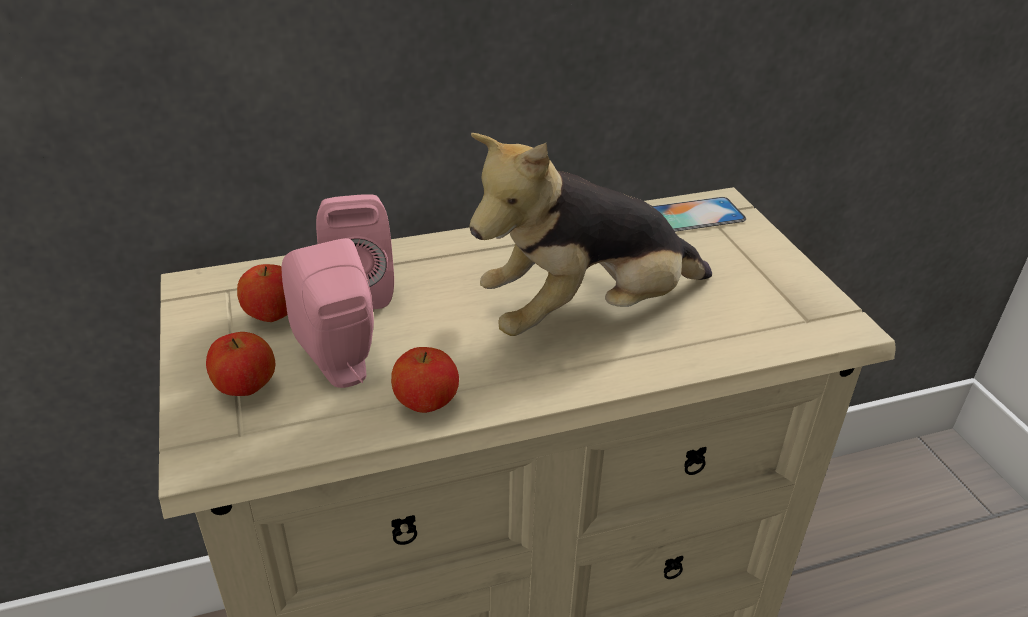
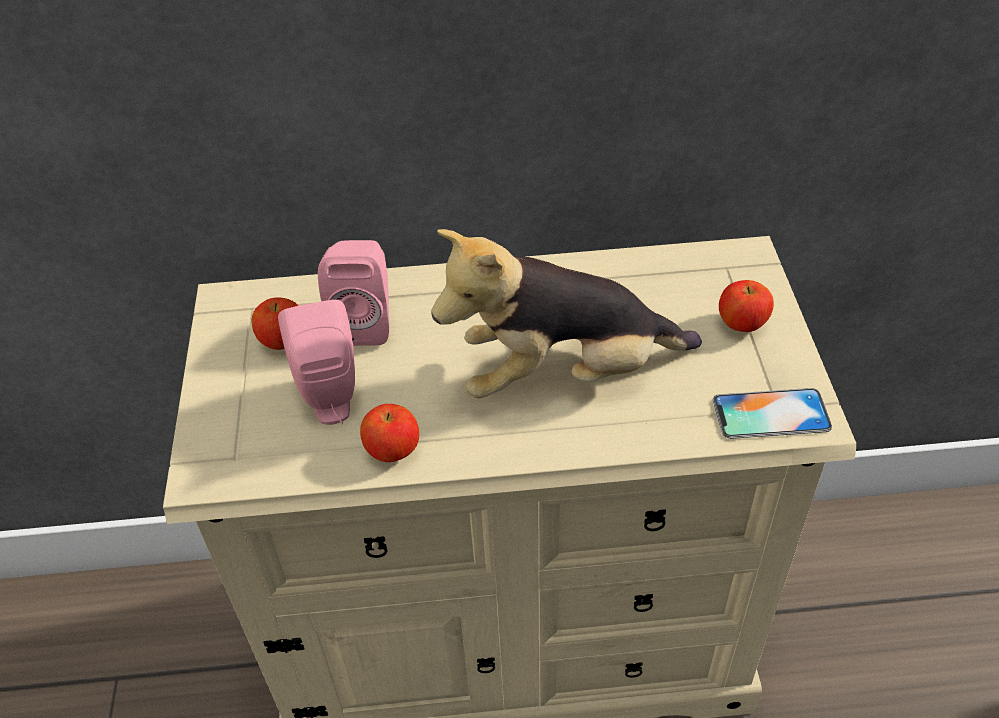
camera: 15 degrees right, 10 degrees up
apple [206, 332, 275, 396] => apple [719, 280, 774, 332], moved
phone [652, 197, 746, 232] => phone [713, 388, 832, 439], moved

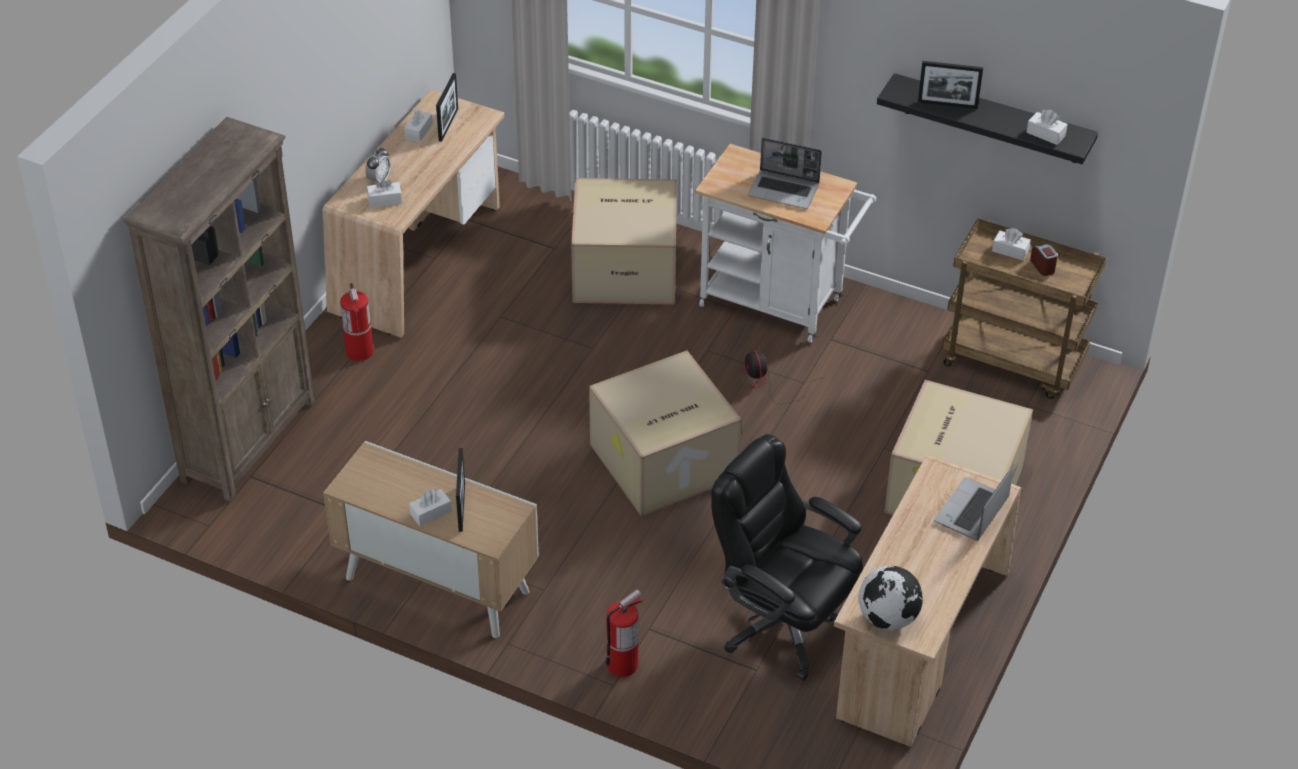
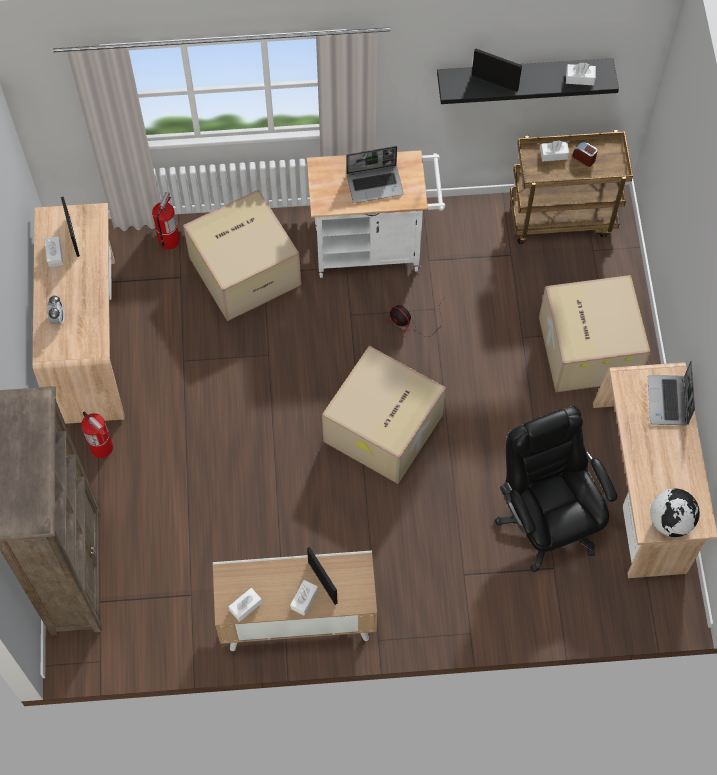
camera: 30 degrees left, 20 degrees up
tissue box in white [367, 179, 402, 207] => tissue box in white [229, 588, 262, 622], moved
fire extinguisher [605, 590, 643, 677] => fire extinguisher [152, 192, 180, 249], moved
office chair in black [711, 434, 863, 681] => office chair in black [495, 406, 617, 572], 60 degrees clockwise
picture frame [918, 61, 983, 109] => picture frame [472, 48, 522, 92], 135 degrees counterclockwise

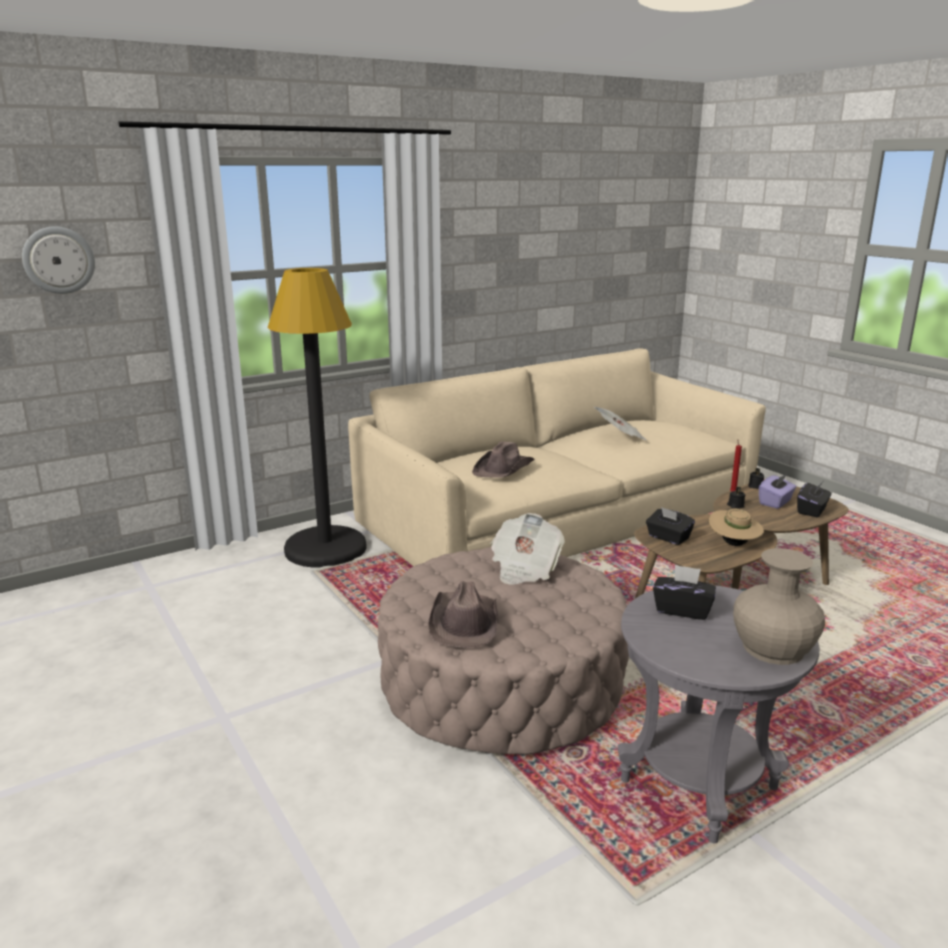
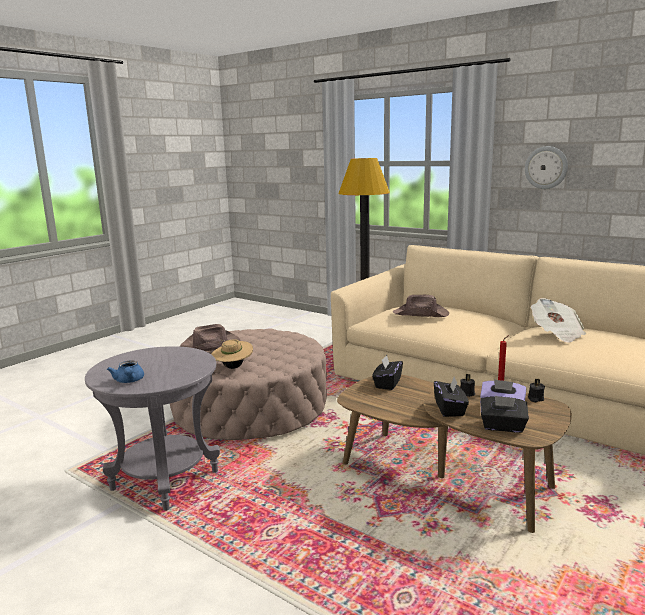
camera: 70 degrees right, 5 degrees down
newspaper [490, 513, 565, 585] => nothing
wall clock [22, 226, 95, 294] => wall clock [525, 146, 568, 189], moved
tissue box in black [653, 565, 716, 620] => tissue box in black [434, 377, 469, 417], moved
hat in beige [709, 509, 764, 546] => hat in beige [211, 339, 253, 369], moved
vase in beige [733, 548, 825, 665] => teapot in blue [107, 360, 144, 383]

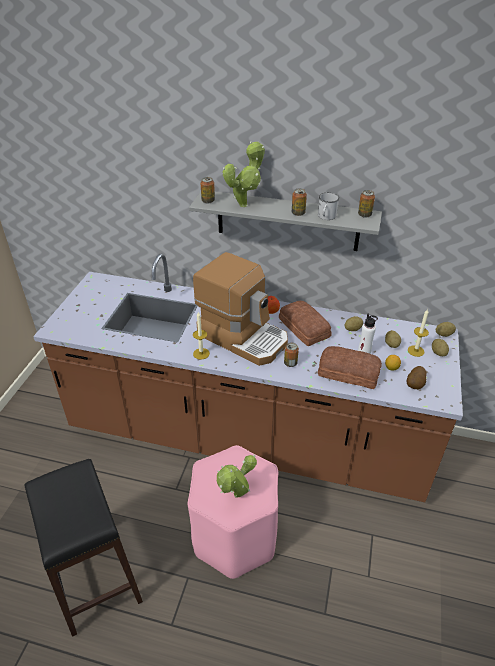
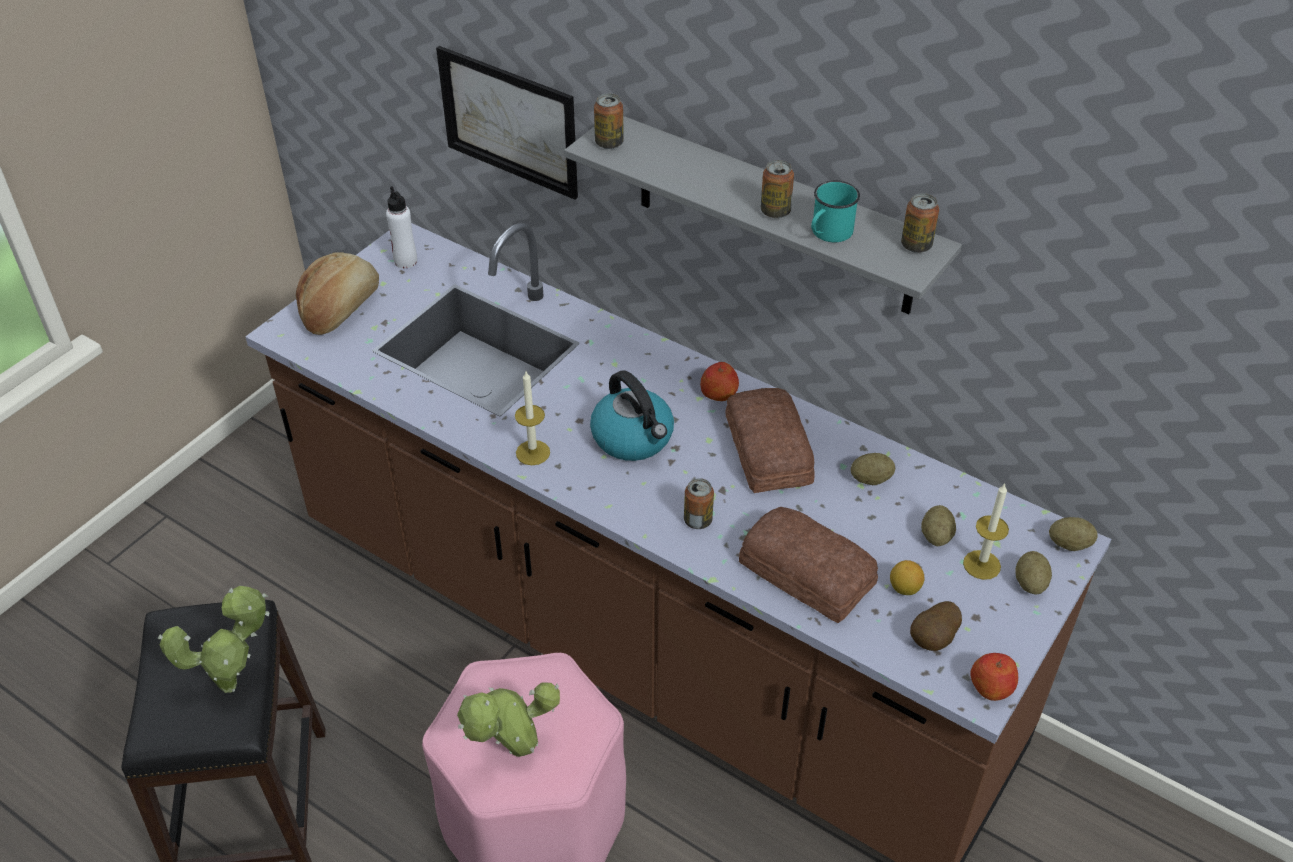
camera: 20 degrees right, 5 degrees up
nothing => bread [296, 252, 379, 335]
nothing => picture [436, 46, 578, 200]
nothing => apple [970, 653, 1018, 701]
potted plant [223, 142, 265, 207] => potted plant [158, 586, 269, 693], moved
bottle in white [358, 314, 378, 354] => bottle in white [386, 186, 417, 268], moved
coffee machine [193, 252, 288, 366] => kettle [590, 371, 674, 461]
mug in white [318, 193, 339, 220] => mug in turquoise [811, 181, 860, 242]

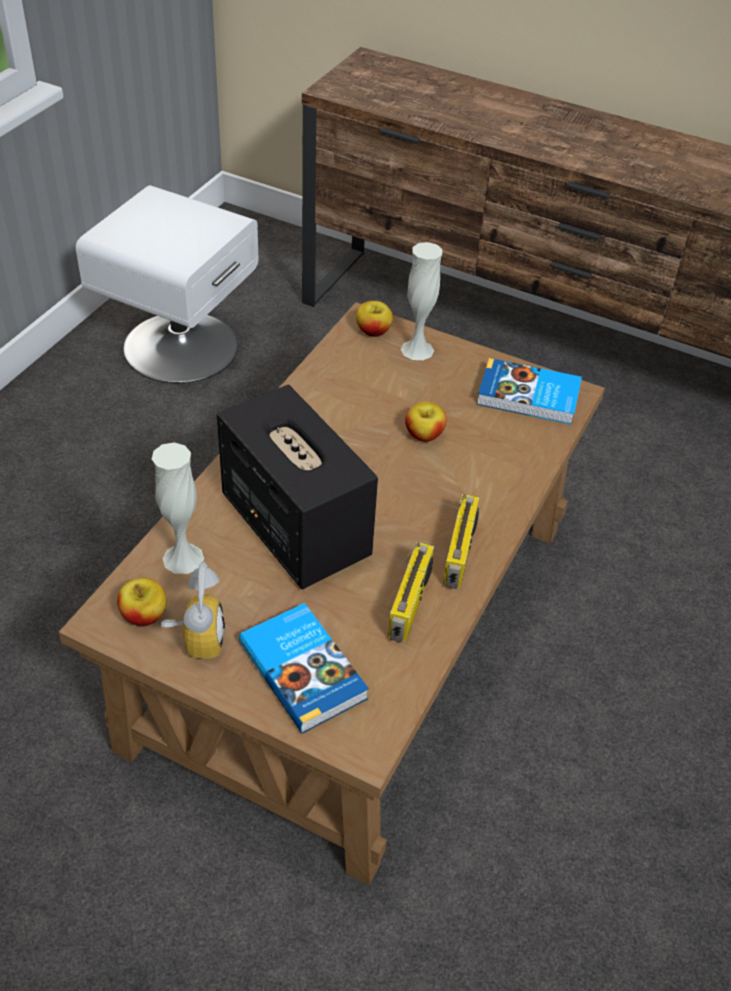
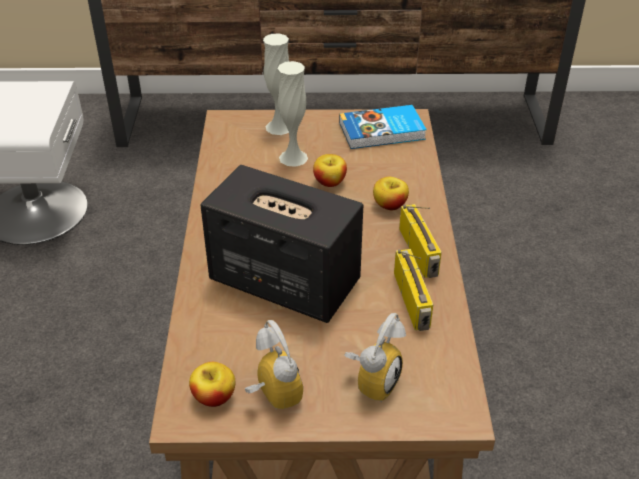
camera: 25 degrees left, 5 degrees down
vase in white [152, 442, 204, 574] => vase in white [278, 61, 308, 167], moved
apple [356, 301, 393, 337] => apple [373, 177, 409, 210], moved
book [239, 603, 369, 733] => alarm clock [344, 313, 406, 402]

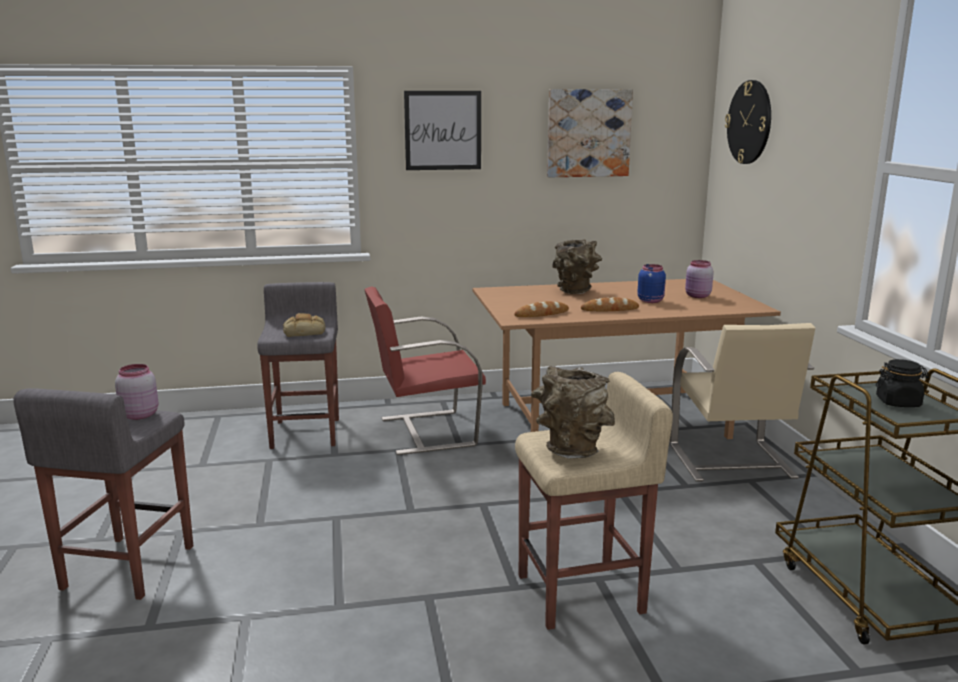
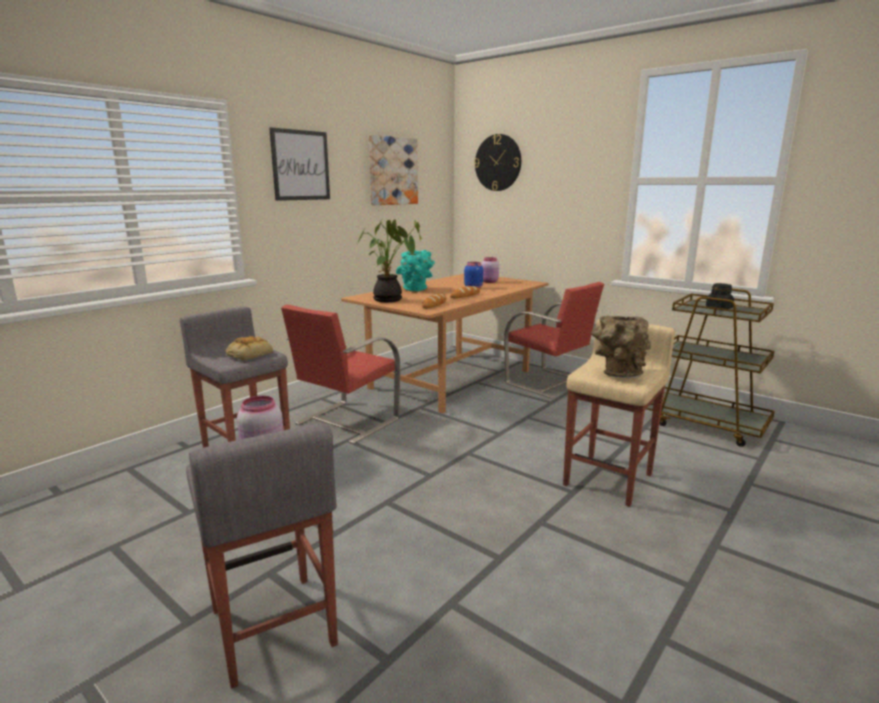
camera: 40 degrees left, 0 degrees up
nothing => potted plant [358, 219, 421, 302]
vase in brown [553, 239, 602, 294] => vase in turquoise [396, 250, 435, 291]
chair in beige [670, 323, 815, 482] => chair in red [504, 282, 604, 399]

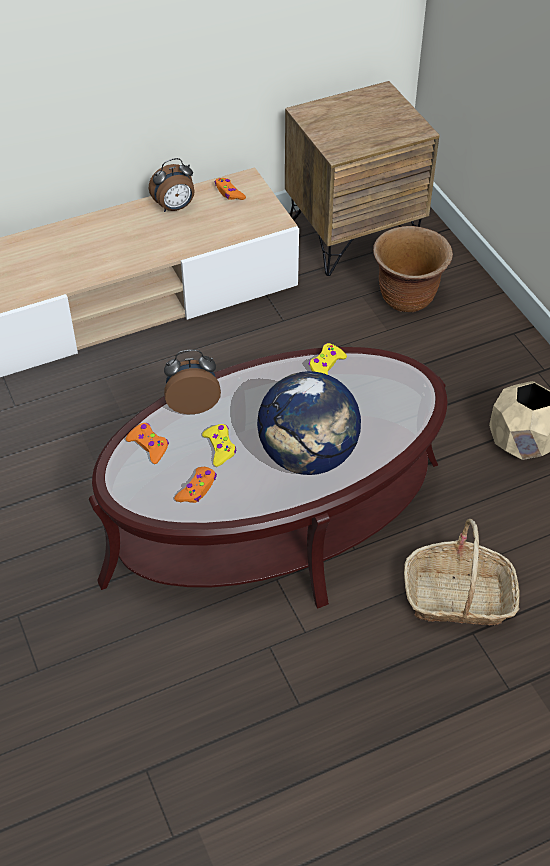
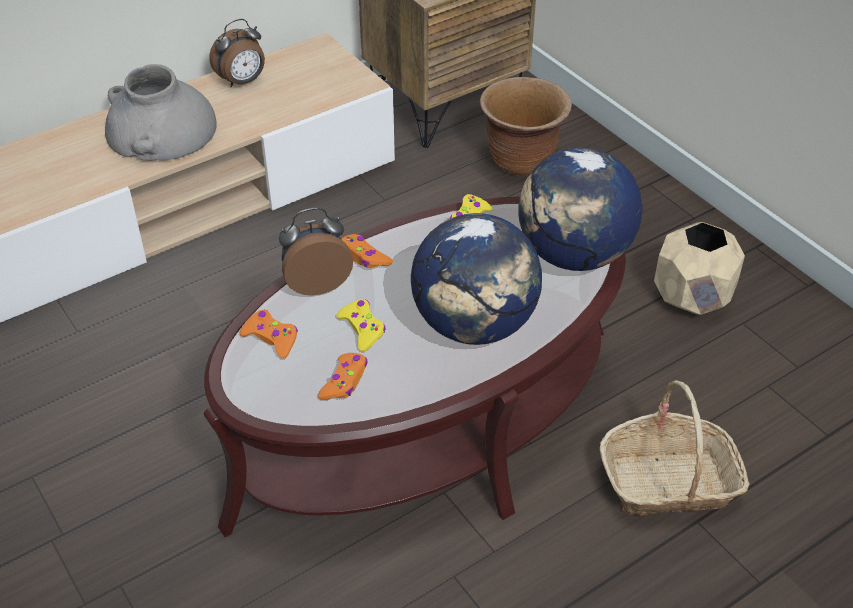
camera: 10 degrees left, 5 degrees down
nothing => vase in grey [105, 64, 217, 161]
nothing => globe [519, 147, 643, 271]
game controller in orange [215, 178, 246, 200] => game controller in orange [342, 234, 393, 268], moved

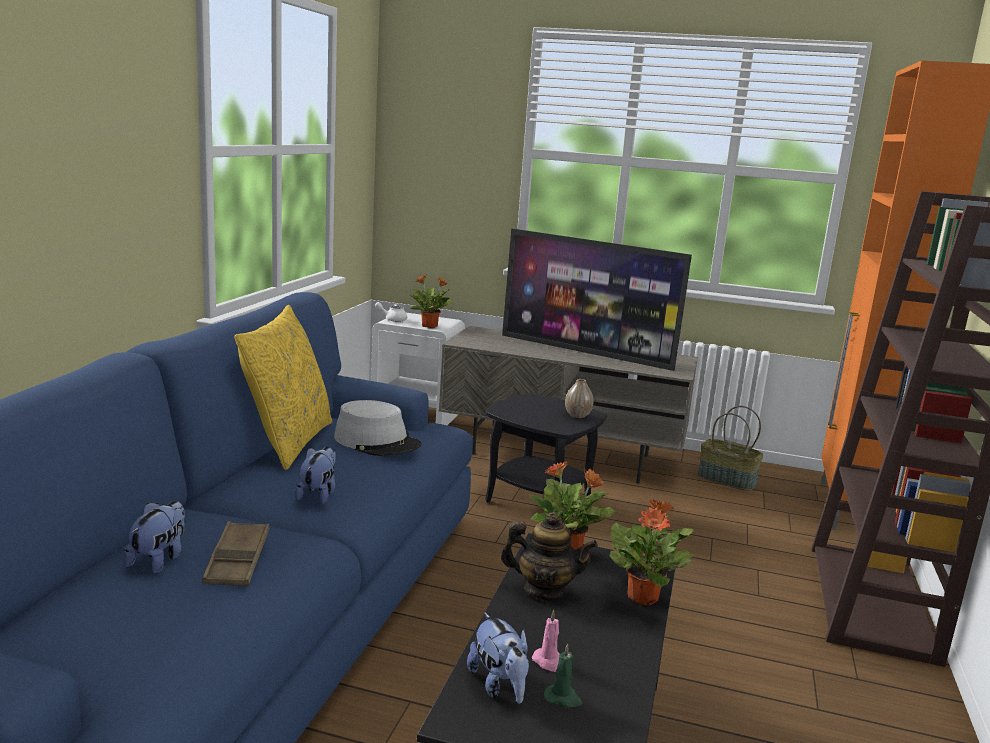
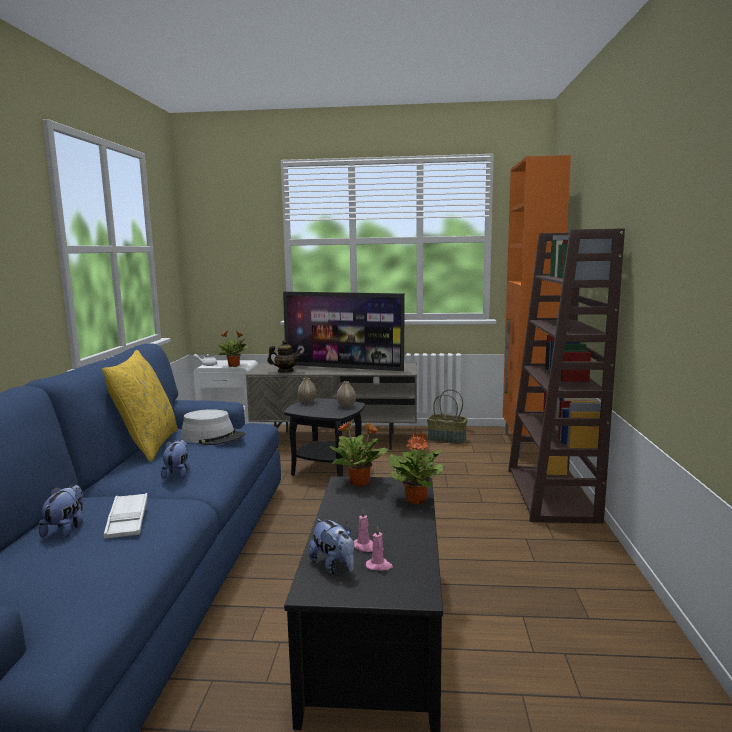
camera: 10 degrees left, 5 degrees down
nothing => vase [298, 378, 316, 404]
teapot [500, 512, 598, 601] => teapot [267, 340, 302, 373], moved
tray in brown [202, 521, 269, 586] => tray in white [104, 493, 148, 539]
candle in green [544, 644, 582, 708] => candle in pink [366, 526, 393, 571]

